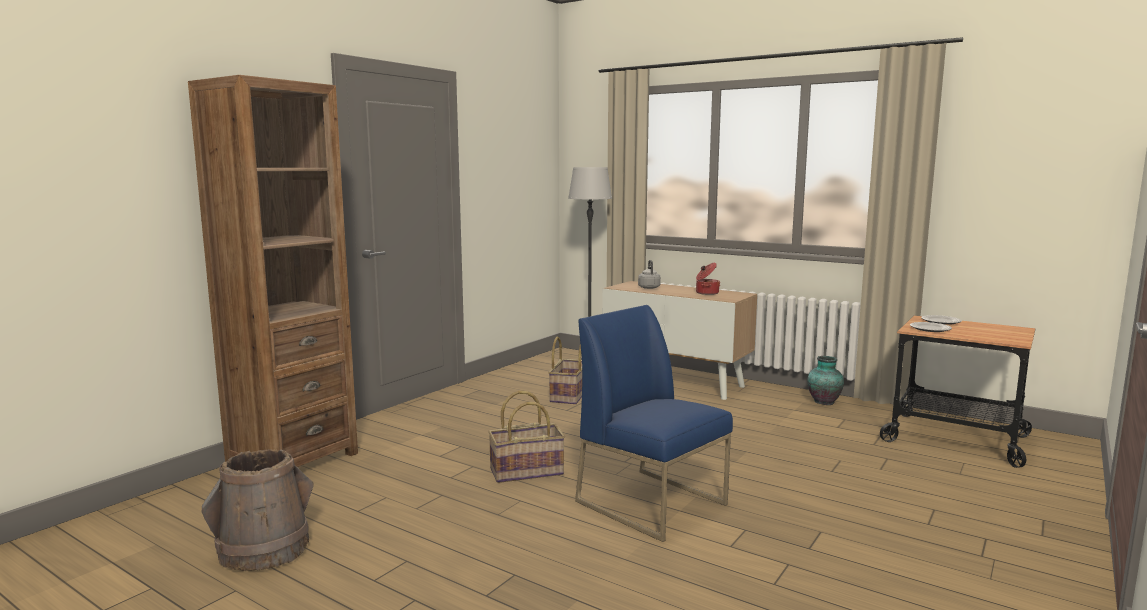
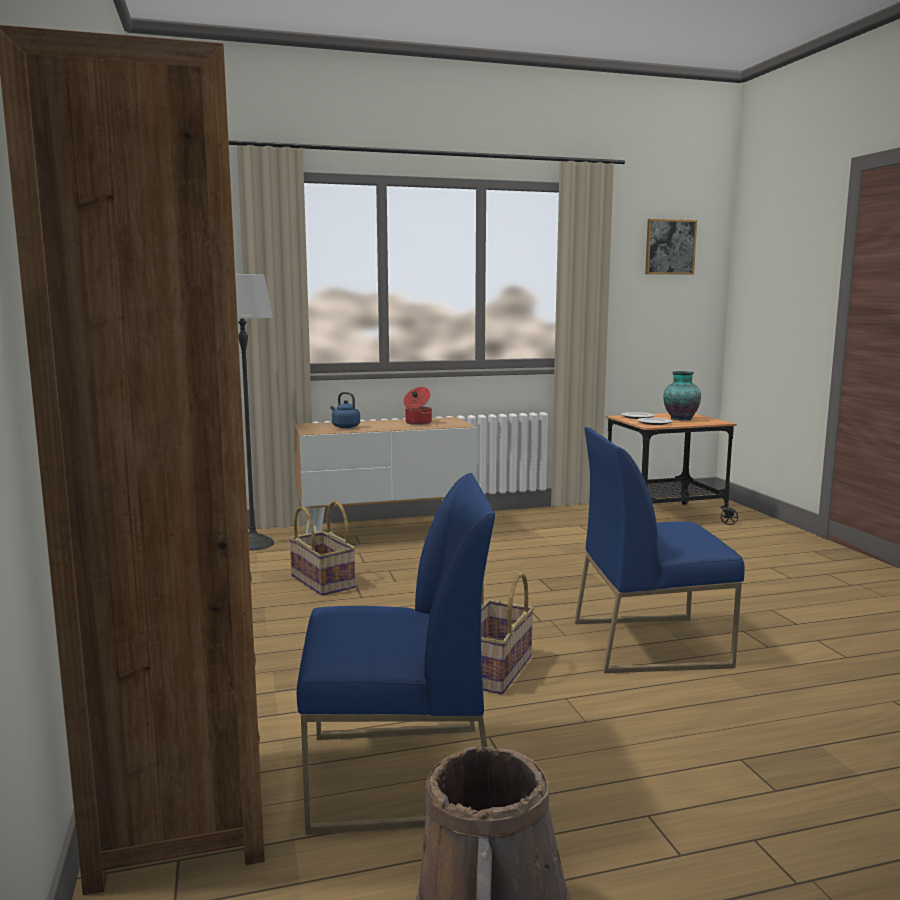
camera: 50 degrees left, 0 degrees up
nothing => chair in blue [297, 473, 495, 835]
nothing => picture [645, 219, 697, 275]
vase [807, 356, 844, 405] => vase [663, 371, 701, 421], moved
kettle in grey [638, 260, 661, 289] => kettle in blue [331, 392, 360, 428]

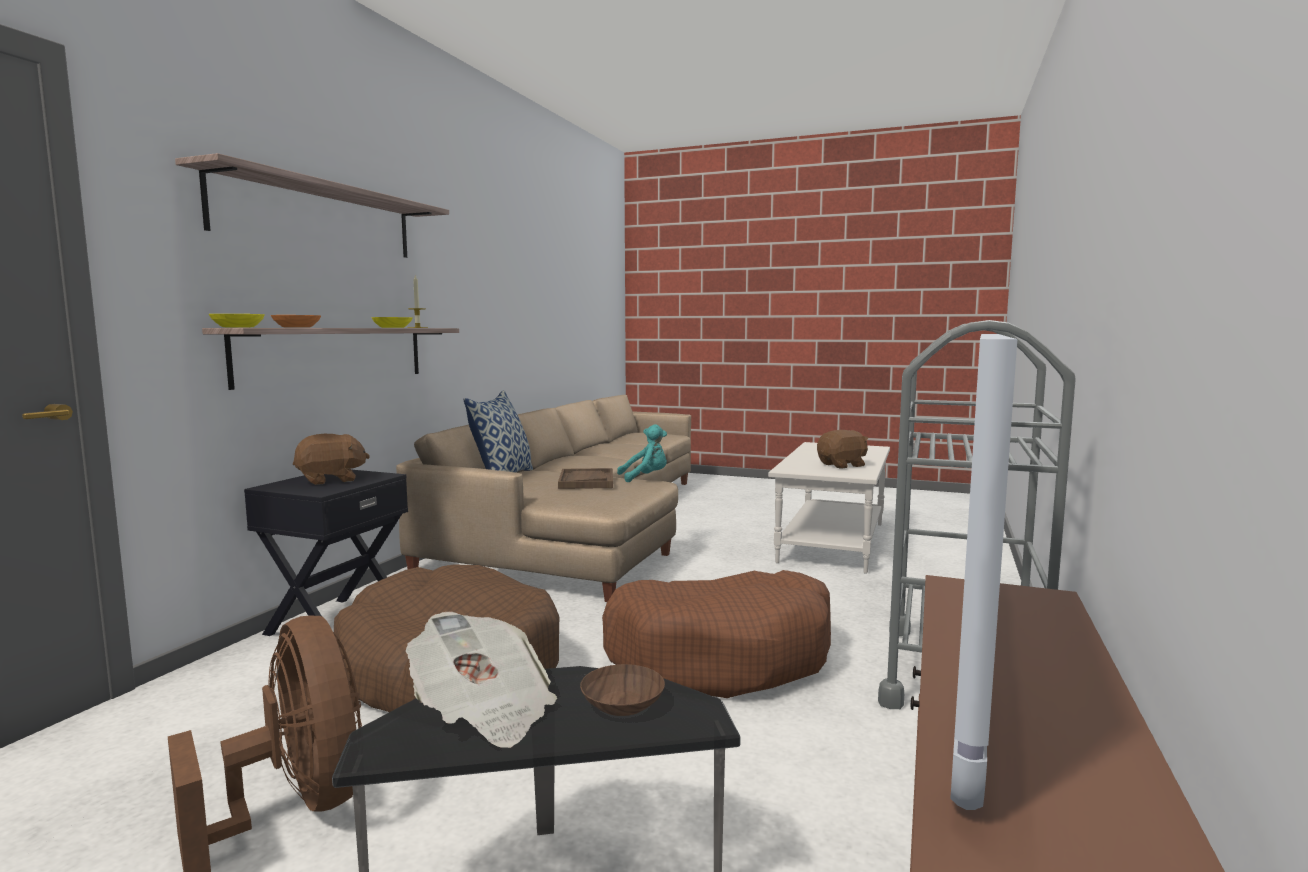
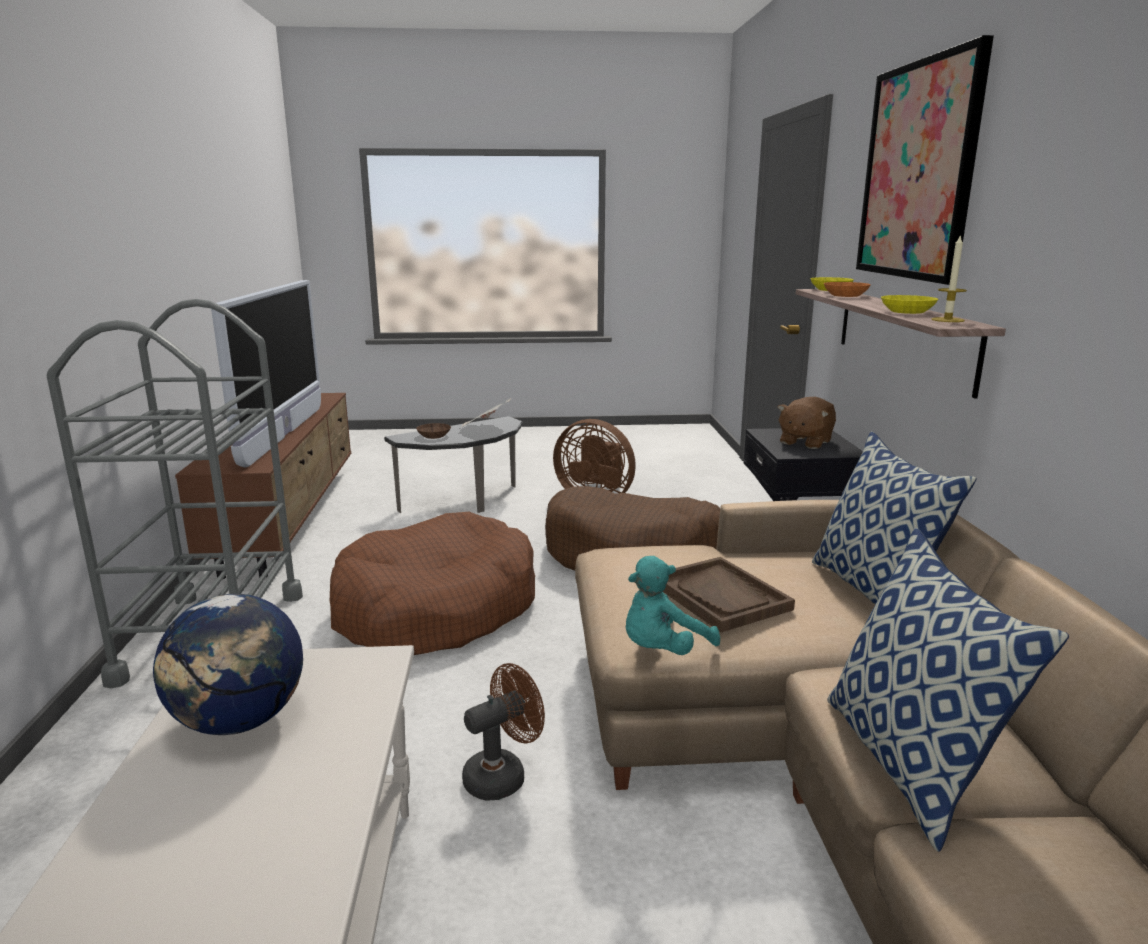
camera: 155 degrees right, 10 degrees up
nothing => fan in brown [462, 663, 545, 801]
nothing => pillow [827, 528, 1069, 852]
shelf [175, 153, 449, 258] => picture [856, 35, 994, 285]
plush toy in brown [817, 430, 868, 469] => globe [153, 594, 303, 735]

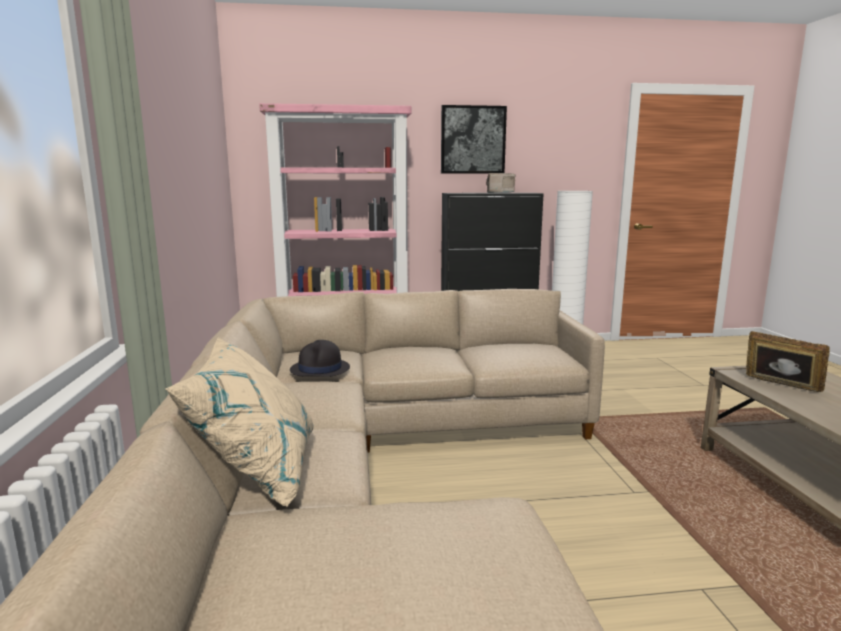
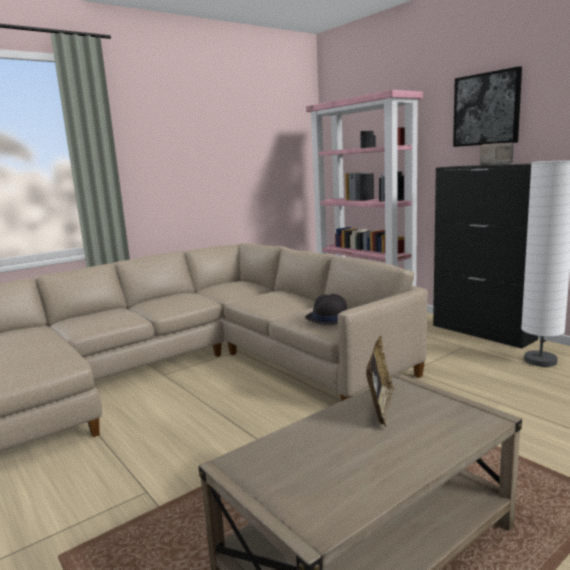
camera: 60 degrees right, 0 degrees up
pillow in beige [165, 337, 314, 507] => nothing
hat in black [290, 340, 350, 377] => hat in black [305, 294, 347, 325], moved

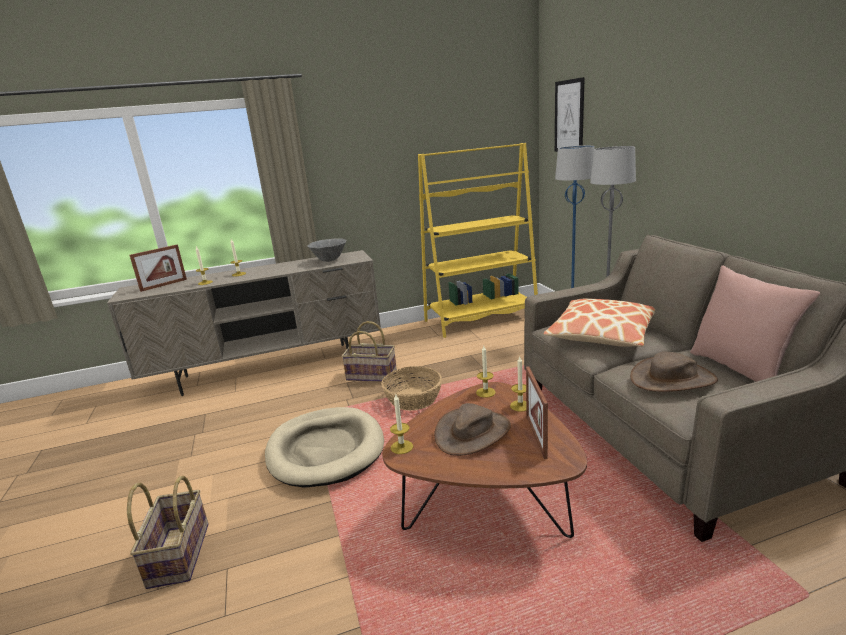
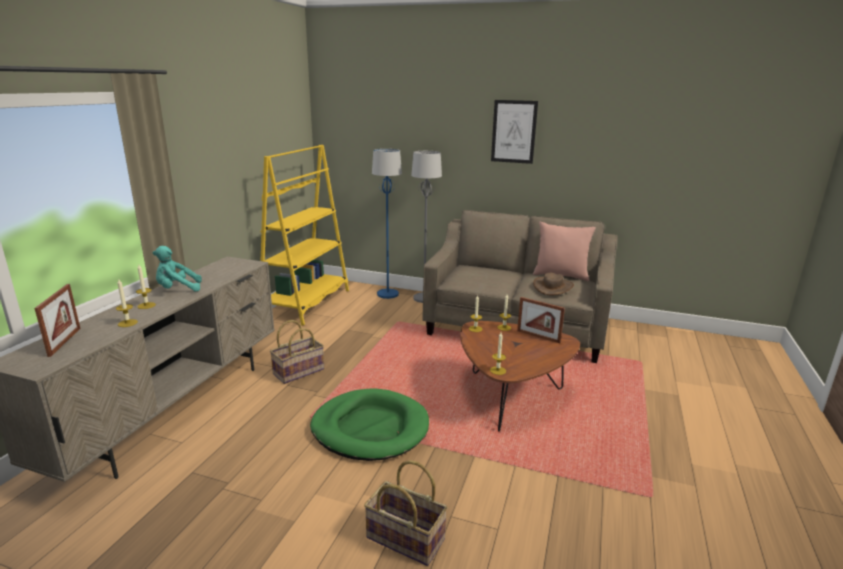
camera: 55 degrees left, 0 degrees up
bowl in grey [307, 238, 346, 262] => nothing
basket [381, 366, 442, 411] => nothing
hat in brown [434, 403, 511, 456] => nothing
pillow [543, 299, 655, 347] => nothing
nothing => plush toy in turquoise [152, 246, 202, 292]
picture [555, 77, 585, 152] => picture [491, 100, 538, 164], moved
dog bed in beige [265, 407, 384, 488] => dog bed in green [310, 389, 429, 461]

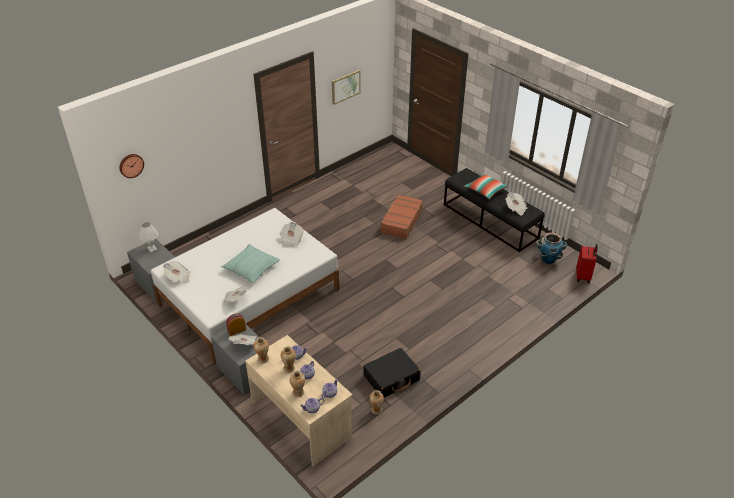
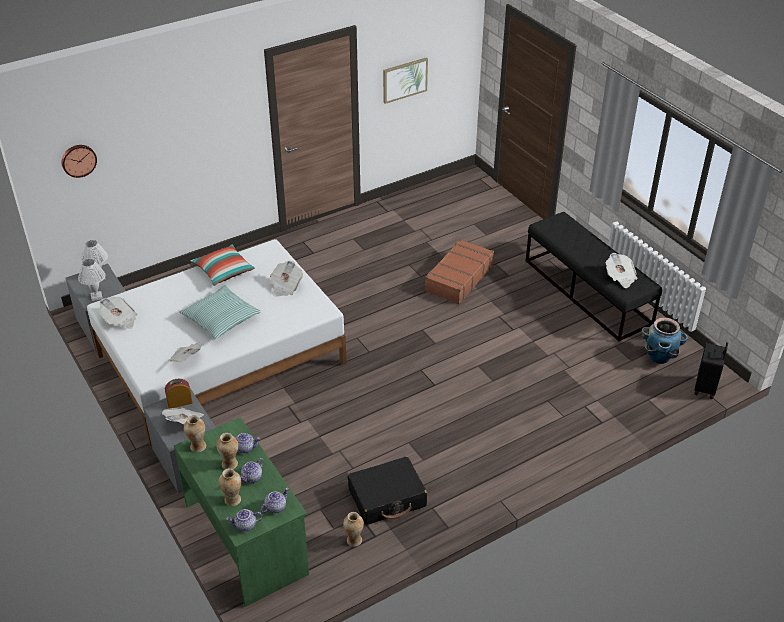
camera: 10 degrees right, 0 degrees up
nothing => table lamp in white [78, 259, 105, 301]
pillow [464, 173, 508, 199] => pillow [191, 244, 255, 286], moved
desk in beige [245, 335, 353, 466] => desk in green [174, 417, 309, 607]
suitcase in red [576, 244, 598, 283] => suitcase in black [694, 342, 728, 399]

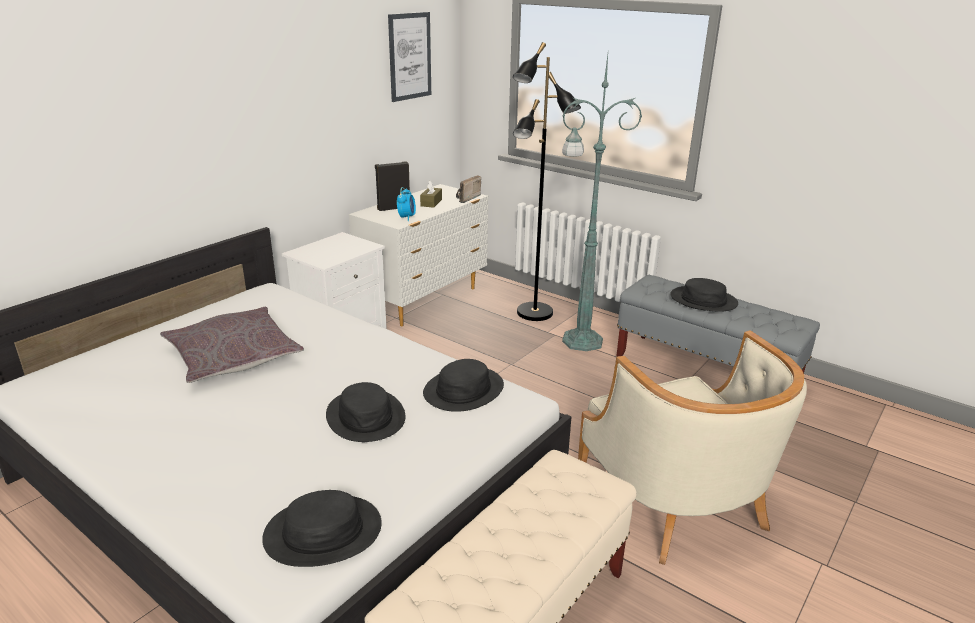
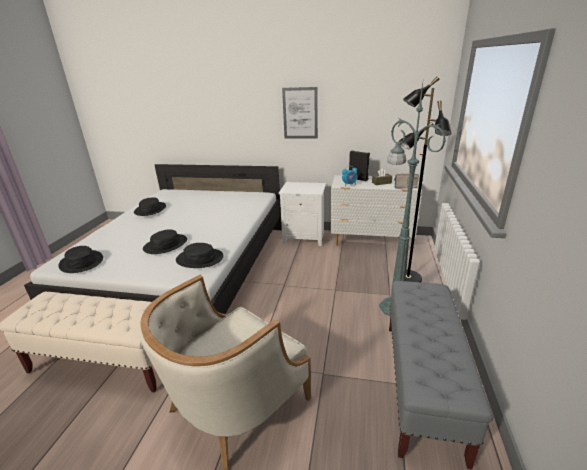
camera: 65 degrees right, 0 degrees up
pillow in grey [160, 307, 304, 383] => nothing
picture [388, 12, 431, 102] => picture [282, 87, 318, 138], moved
hat in black [670, 278, 738, 312] => hat in black [134, 197, 166, 216], moved

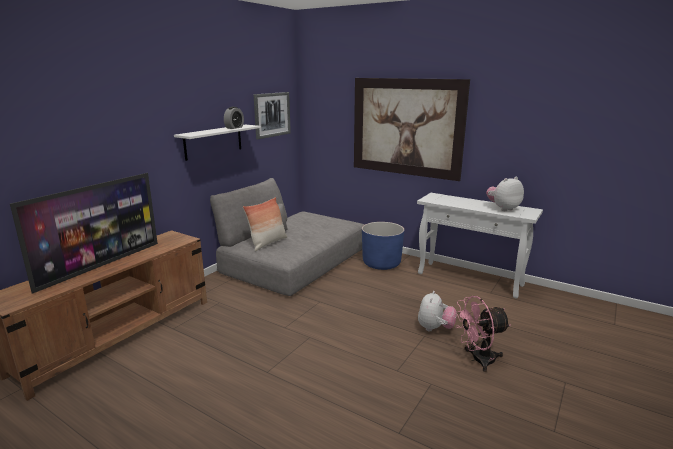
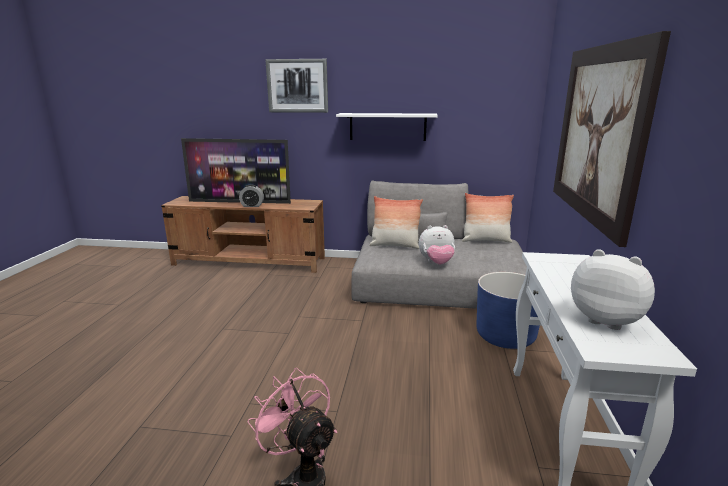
camera: 65 degrees right, 0 degrees up
nothing => pillow [462, 193, 514, 243]
alarm clock [224, 107, 244, 129] => alarm clock [239, 185, 264, 207], moved
picture [253, 92, 291, 139] => picture [265, 59, 328, 113], moved
plush toy [418, 291, 457, 332] => plush toy [419, 225, 455, 265], moved

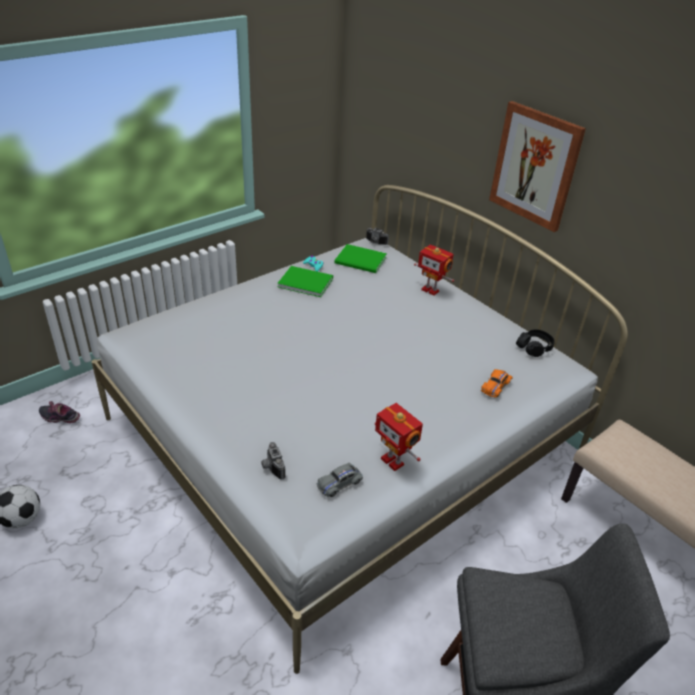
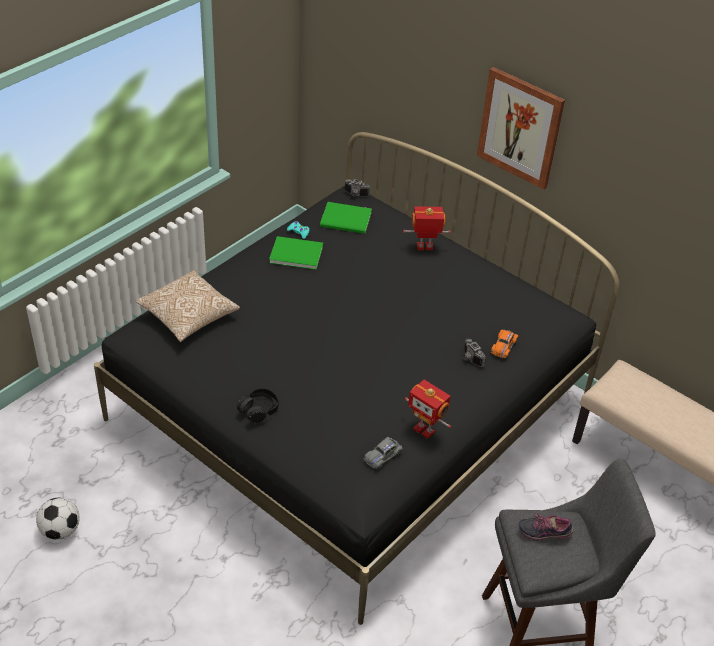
camera: 10 degrees left, 5 degrees up
nothing => pillow [136, 270, 240, 342]
shoe [39, 401, 80, 423] => shoe [519, 513, 574, 541], moved
photo camera [261, 442, 285, 480] => photo camera [463, 339, 486, 367], moved
headphones in black [516, 329, 555, 357] => headphones in black [237, 388, 279, 423], moved
bed in white [92, 185, 628, 674] => bed in black [94, 132, 619, 625]
toy robot [414, 245, 454, 296] => toy robot [403, 206, 451, 250], 150 degrees clockwise

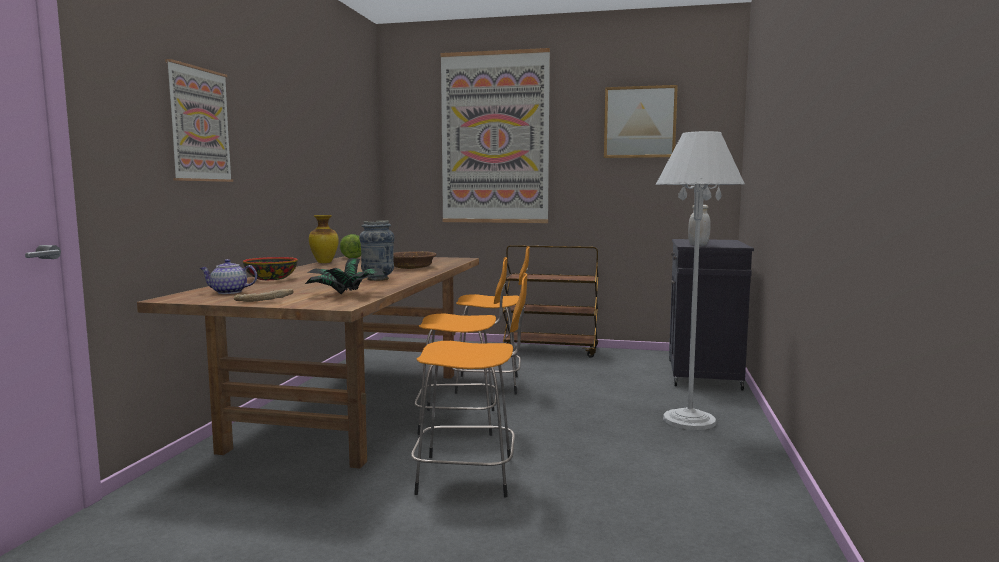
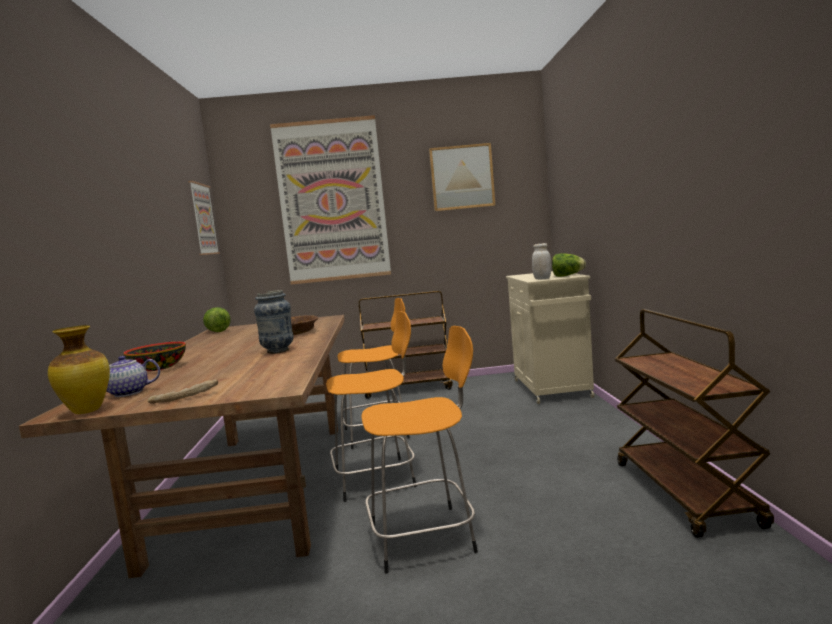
camera: 15 degrees left, 0 degrees up
potted plant [305, 258, 386, 294] => nothing
floor lamp in white [656, 131, 745, 430] => nothing
nothing => lettuce [552, 253, 586, 277]
nothing => cart in brown [615, 309, 774, 538]
picture [165, 59, 233, 182] => picture [188, 181, 220, 255], moved
vase [309, 215, 339, 263] => vase [48, 325, 110, 414], moved
cabinet in black [669, 239, 754, 390] => cabinet in beige [506, 271, 594, 404]

